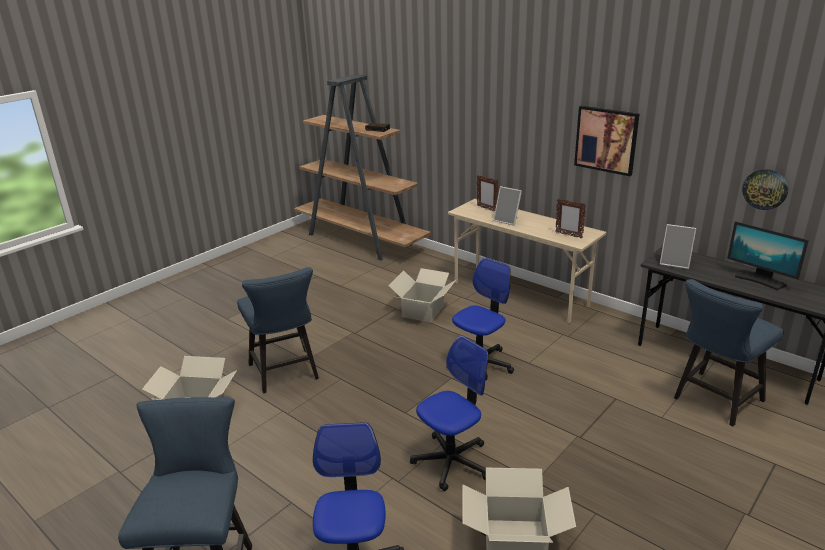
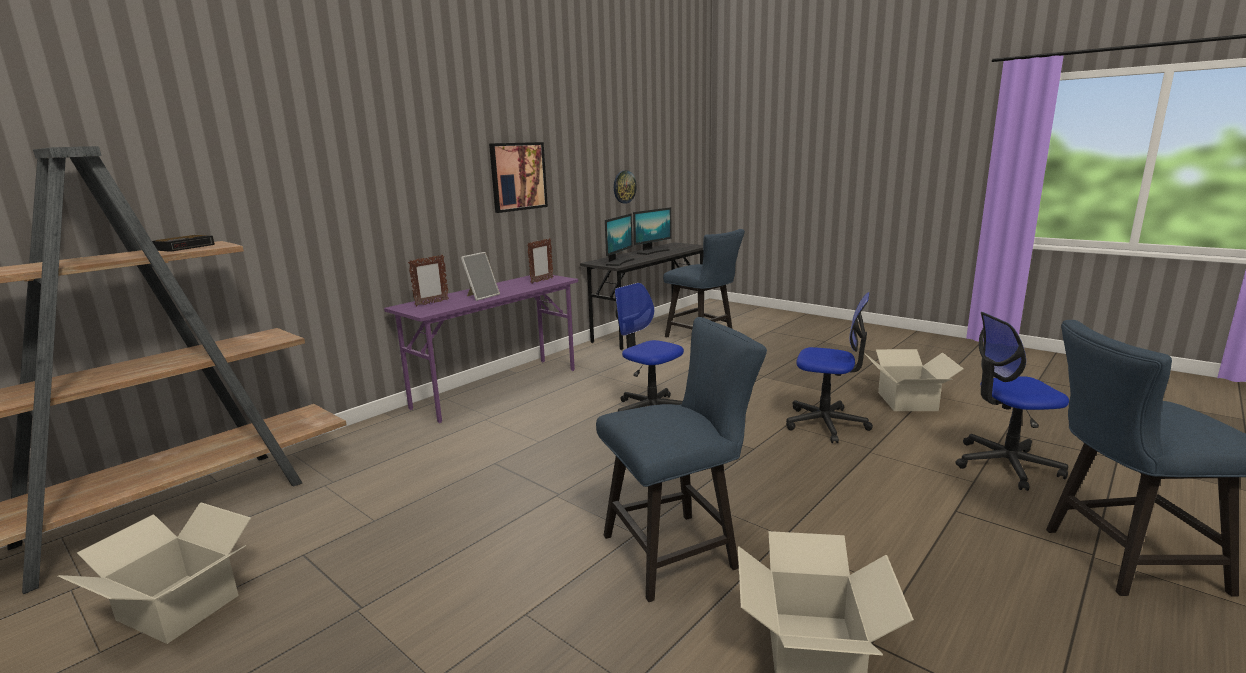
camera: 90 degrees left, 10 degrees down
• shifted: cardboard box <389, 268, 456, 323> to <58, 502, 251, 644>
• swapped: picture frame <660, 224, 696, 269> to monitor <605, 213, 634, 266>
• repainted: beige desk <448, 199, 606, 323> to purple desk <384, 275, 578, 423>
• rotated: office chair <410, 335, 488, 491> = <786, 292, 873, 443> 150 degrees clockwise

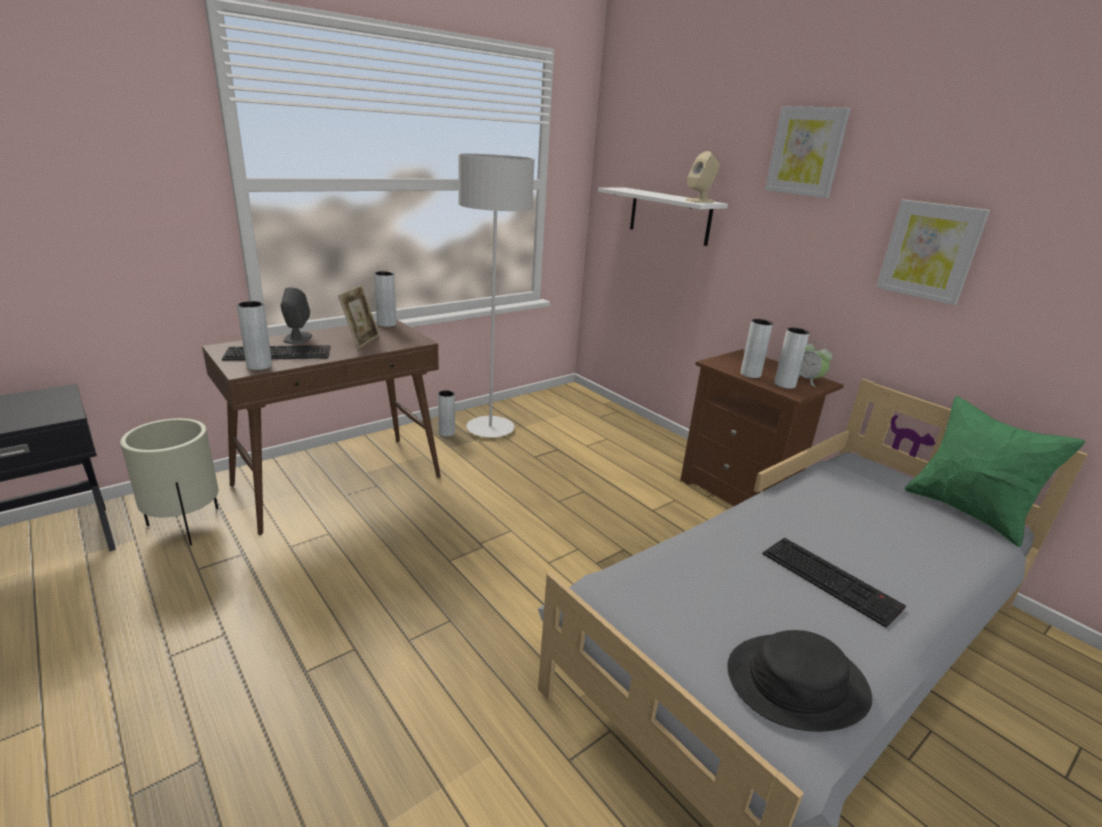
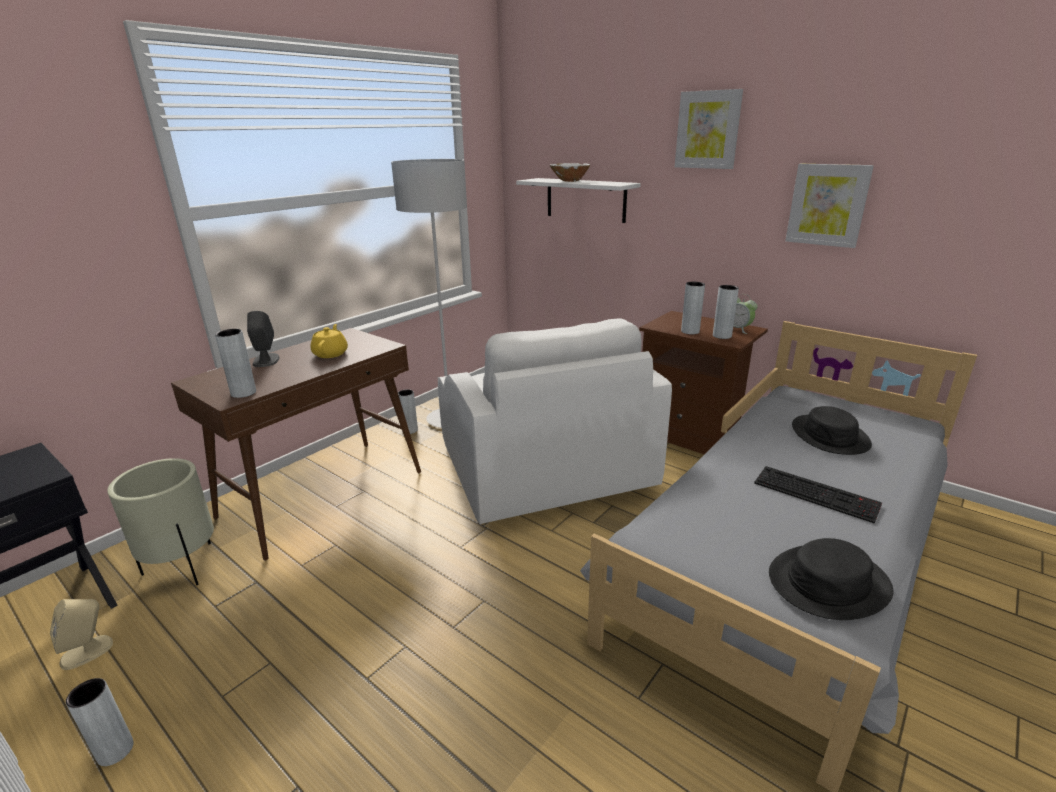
camera: 10 degrees left, 0 degrees up
• gone: keyboard <222, 345, 331, 361>
• gone: green pillow <905, 396, 1085, 547>
• new: white armchair <438, 318, 672, 524>
• new: white bowl <550, 163, 590, 182>
• new: black hat <792, 406, 872, 455>
• shifted: grey vase <374, 271, 396, 327> to <66, 678, 134, 766>
• shifted: beige speaker <685, 151, 720, 203> to <50, 599, 113, 670>
• swapped: picture frame <338, 285, 379, 349> to yellow teapot <310, 324, 348, 358>

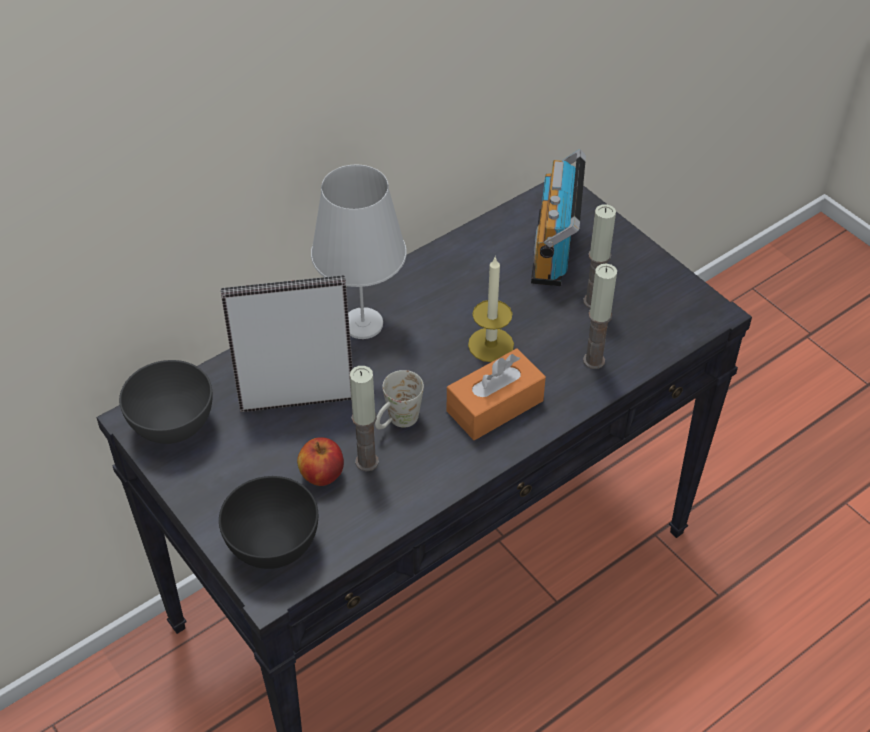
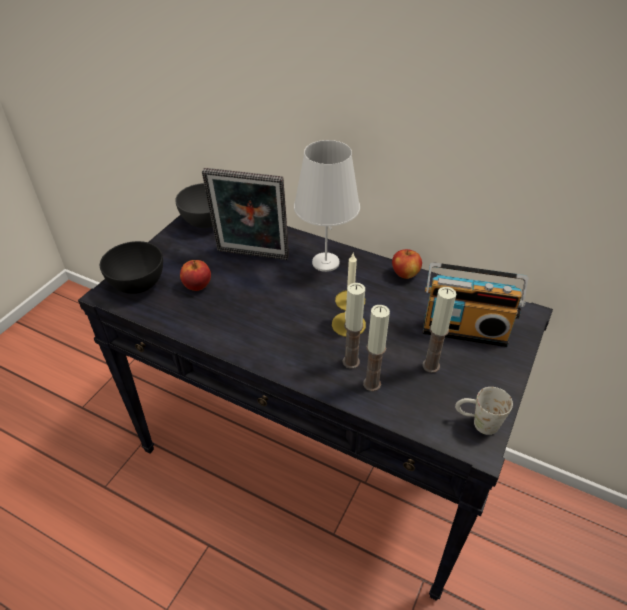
camera: 65 degrees right, 5 degrees down
• gone: orange tissue box <447, 348, 546, 440>
• new: apple <392, 249, 422, 279>
• shifted: candle <350, 366, 379, 472> to <343, 283, 365, 369>
• shifted: white mug <375, 370, 424, 430> to <455, 387, 513, 435>
• rotated: picture frame <221, 275, 353, 412> = <202, 168, 289, 260> 135 degrees clockwise
• rotated: radio <531, 149, 586, 286> = <423, 262, 528, 347> 150 degrees counterclockwise

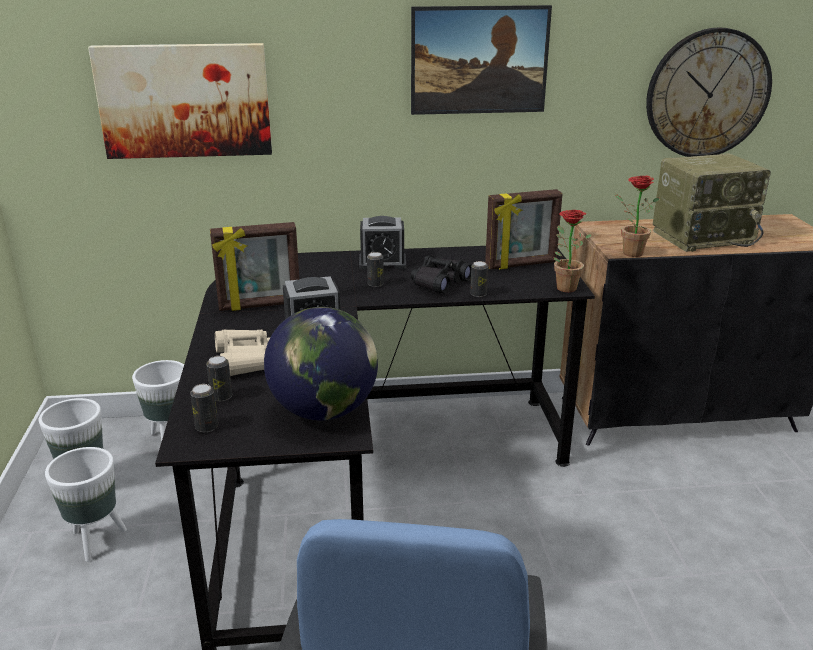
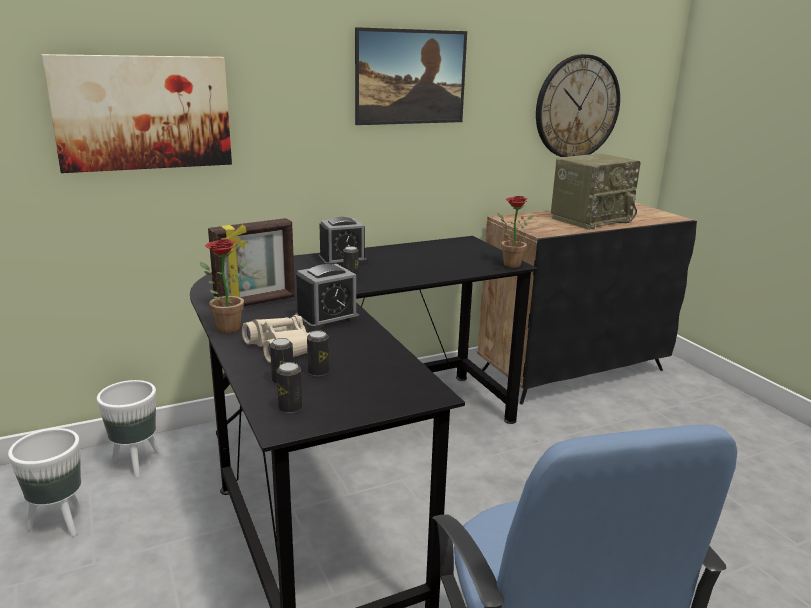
camera: 20 degrees left, 5 degrees down
• gone: white planter <45, 447, 127, 562>
• gone: globe <264, 307, 378, 420>
• gone: black binoculars <411, 255, 472, 294>
• gone: picture frame <485, 189, 563, 269>
• shifted: can <470, 261, 488, 297> to <307, 330, 329, 376>
• shifted: potted plant <615, 175, 660, 257> to <200, 239, 247, 334>

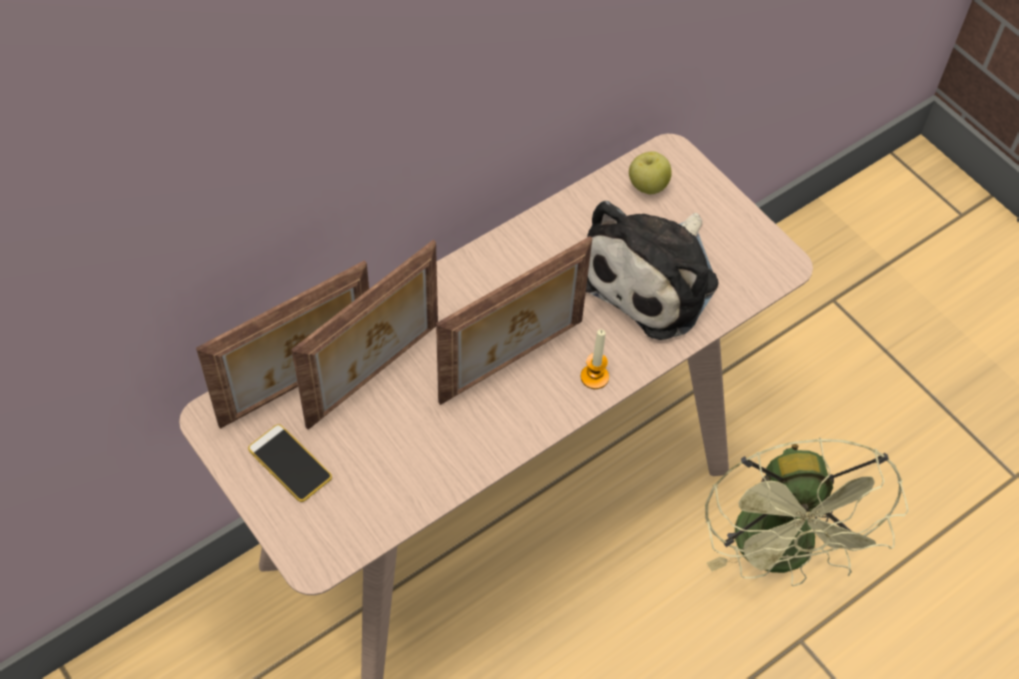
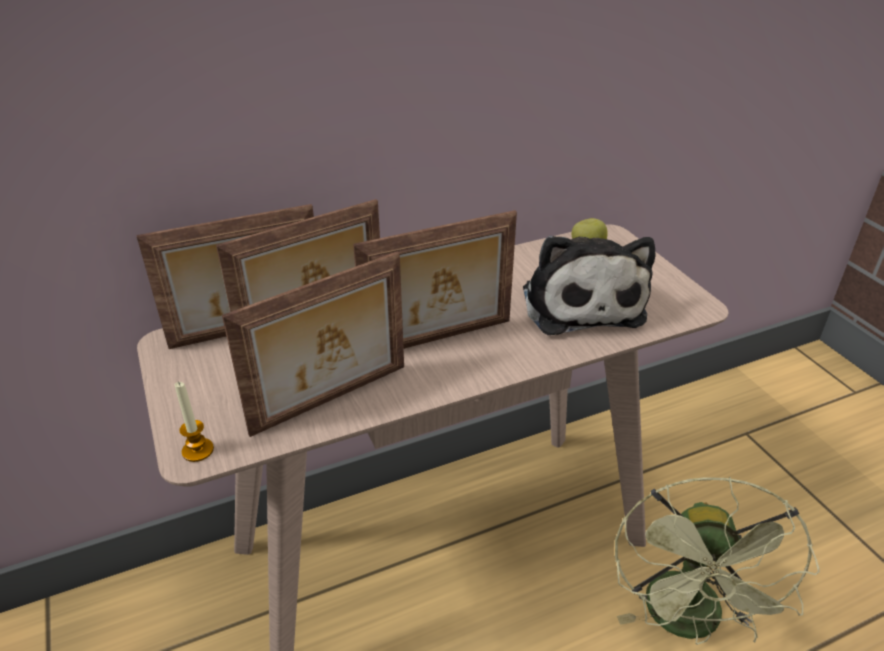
camera: 15 degrees right, 20 degrees down
• gone: phone <248, 424, 332, 502>
• new: picture frame <222, 251, 404, 437>
• shifted: candle <581, 329, 609, 389> to <174, 381, 214, 462>
• rotated: plush toy <586, 201, 719, 340> = <523, 236, 655, 335> 60 degrees counterclockwise

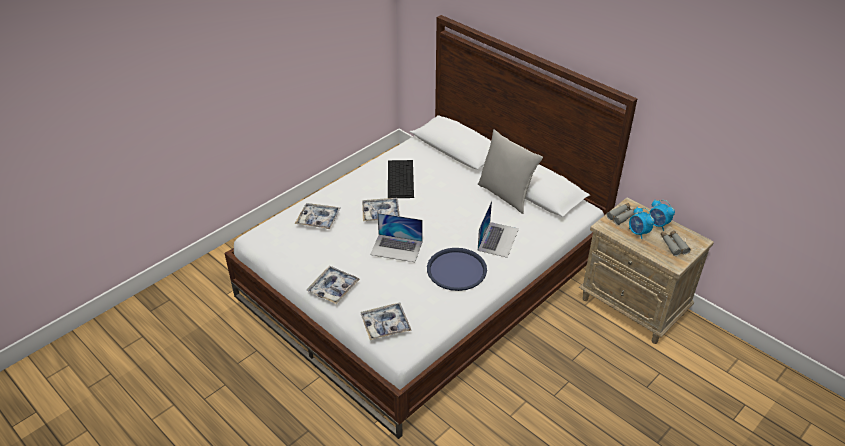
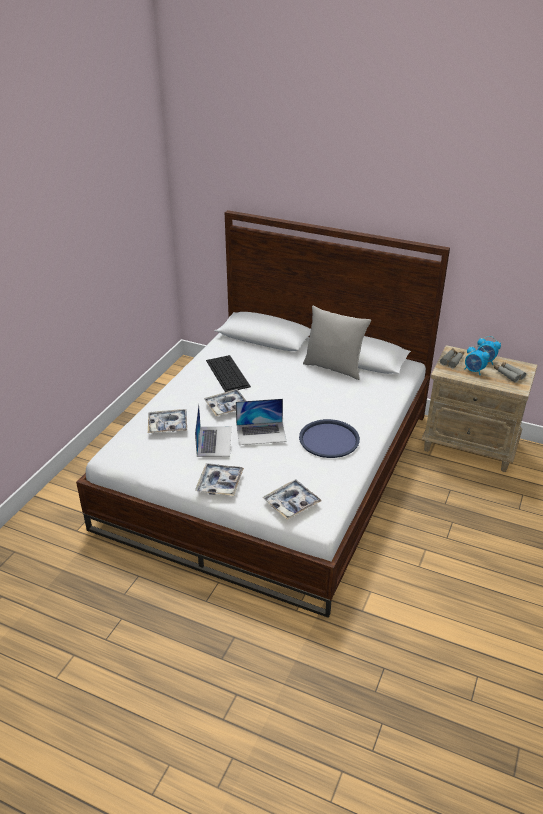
camera: 20 degrees left, 5 degrees down
• shifted: laptop <478, 201, 519, 258> to <195, 403, 232, 457>

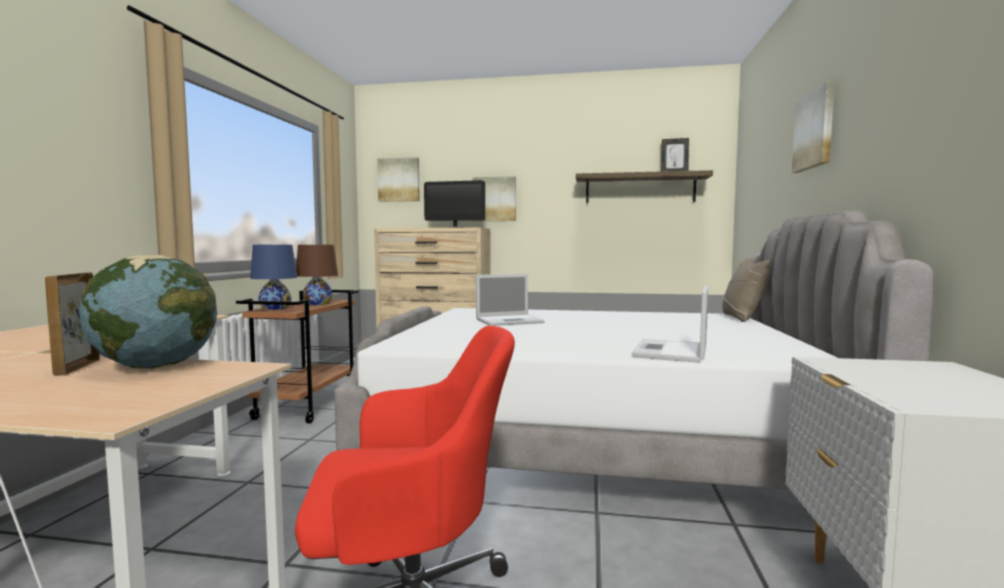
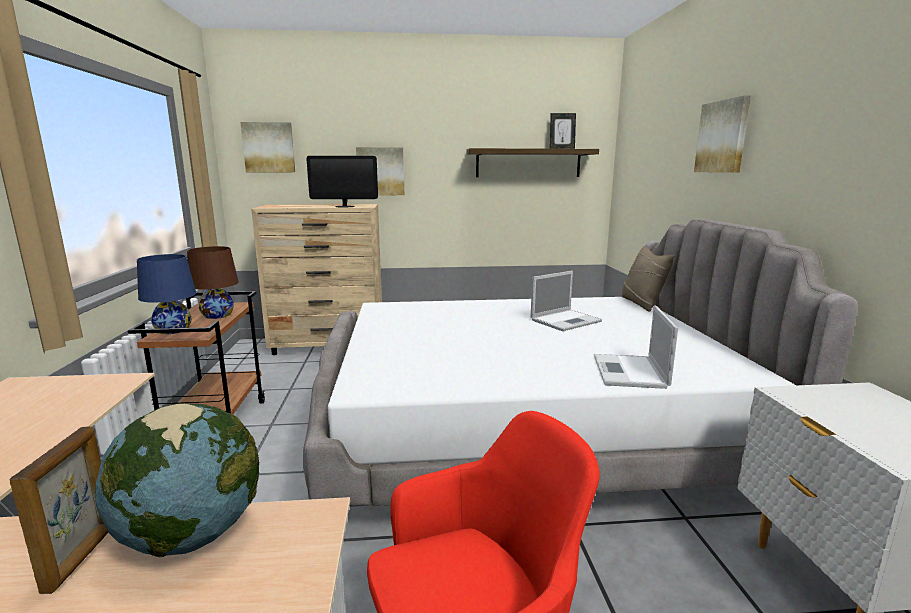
camera: 15 degrees left, 10 degrees up
• shifted: laptop <476, 274, 545, 326> to <531, 271, 602, 331>
• rotated: picture frame <45, 273, 100, 376> = <10, 426, 109, 594> 150 degrees counterclockwise

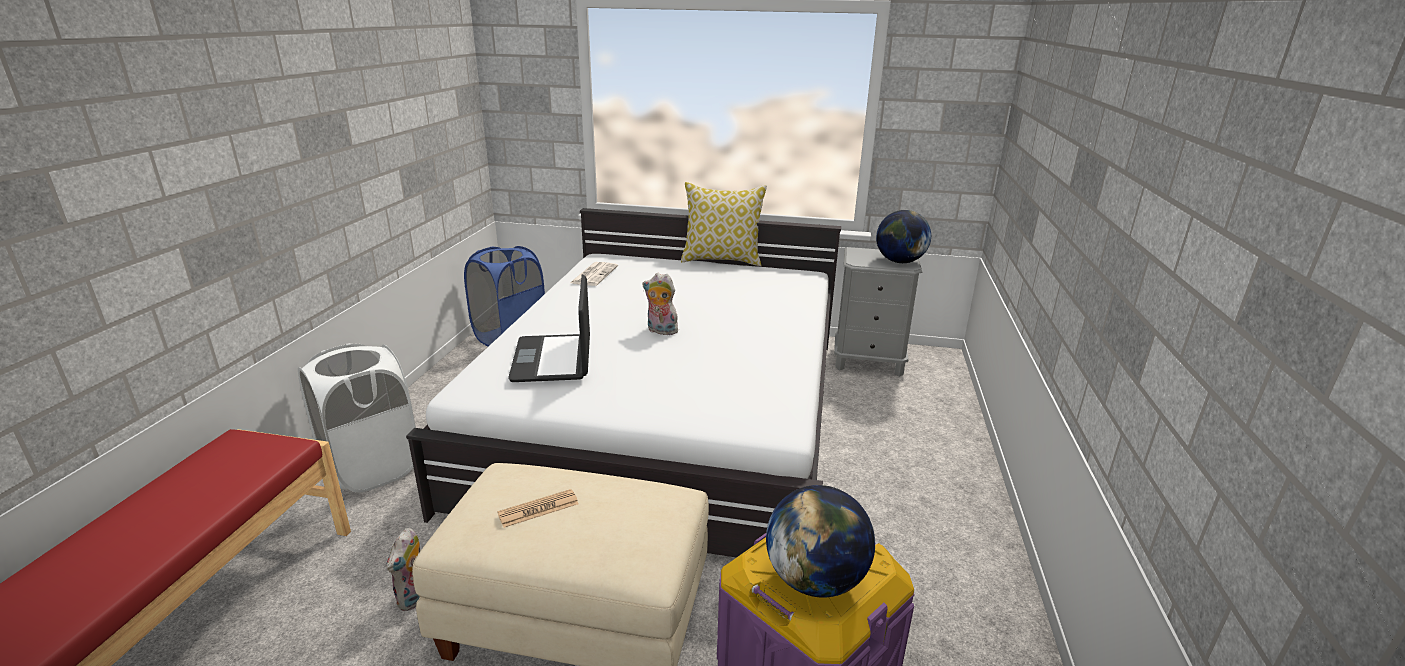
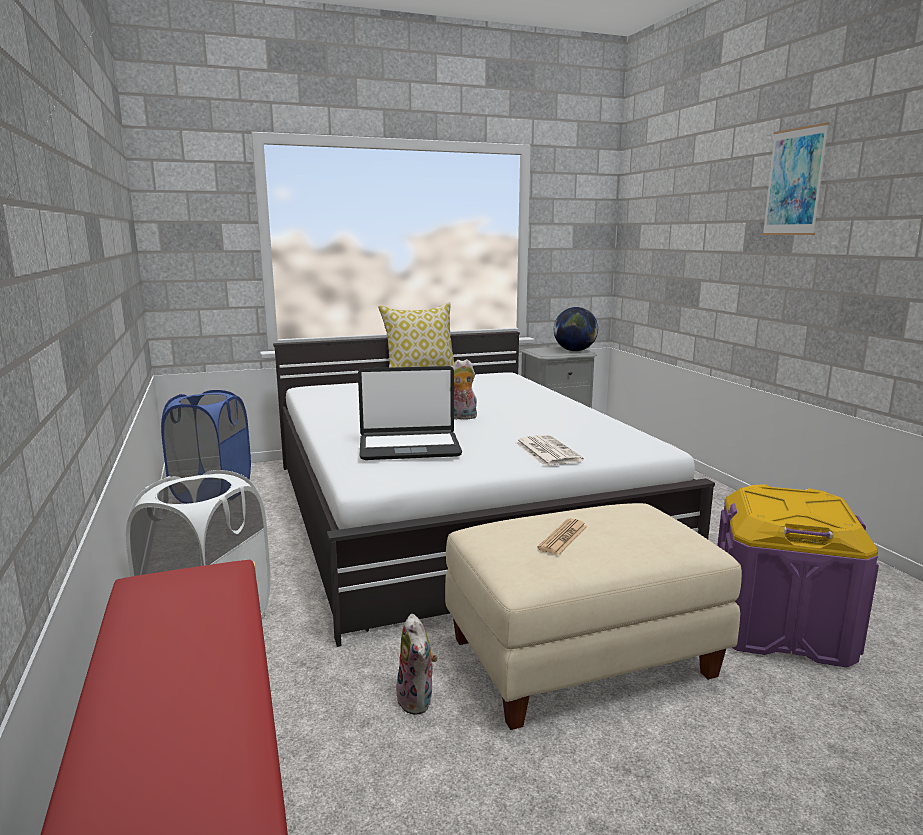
camera: 30 degrees left, 10 degrees down
• gone: globe <766, 485, 875, 598>
• new: picture <762, 122, 830, 235>
• shifted: newspaper <570, 262, 618, 286> to <515, 435, 584, 466>
• rotated: laptop <508, 275, 590, 382> = <358, 366, 462, 460> 60 degrees counterclockwise

